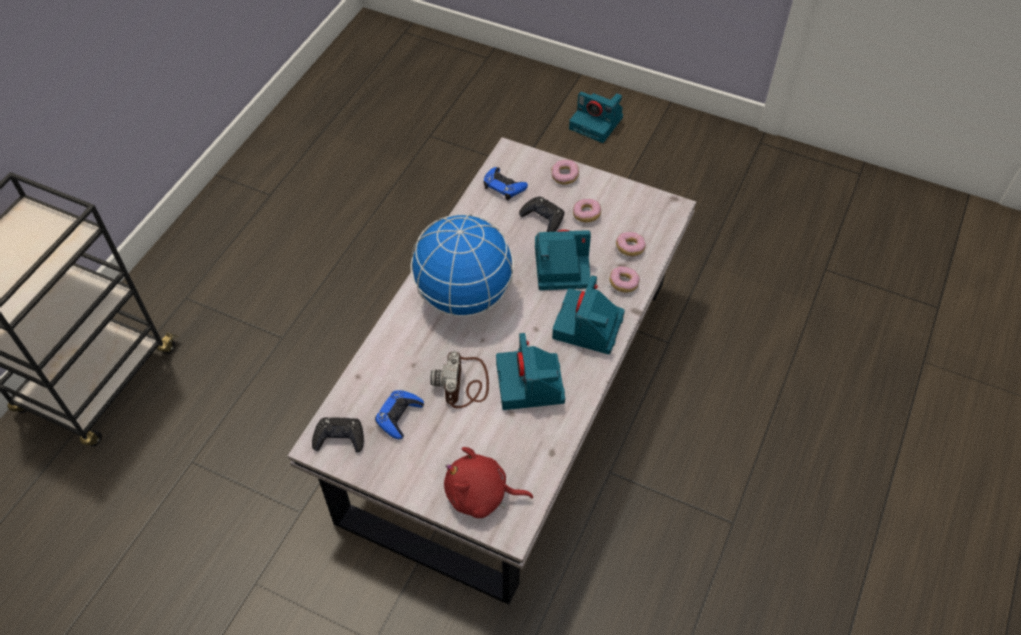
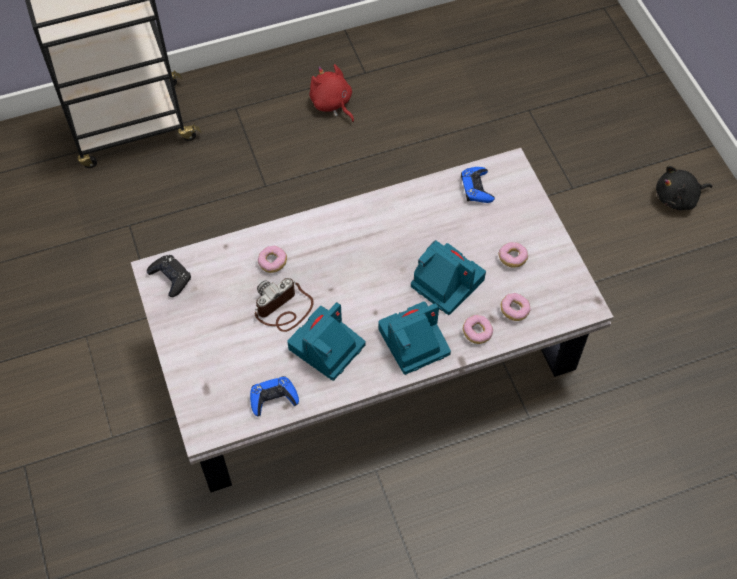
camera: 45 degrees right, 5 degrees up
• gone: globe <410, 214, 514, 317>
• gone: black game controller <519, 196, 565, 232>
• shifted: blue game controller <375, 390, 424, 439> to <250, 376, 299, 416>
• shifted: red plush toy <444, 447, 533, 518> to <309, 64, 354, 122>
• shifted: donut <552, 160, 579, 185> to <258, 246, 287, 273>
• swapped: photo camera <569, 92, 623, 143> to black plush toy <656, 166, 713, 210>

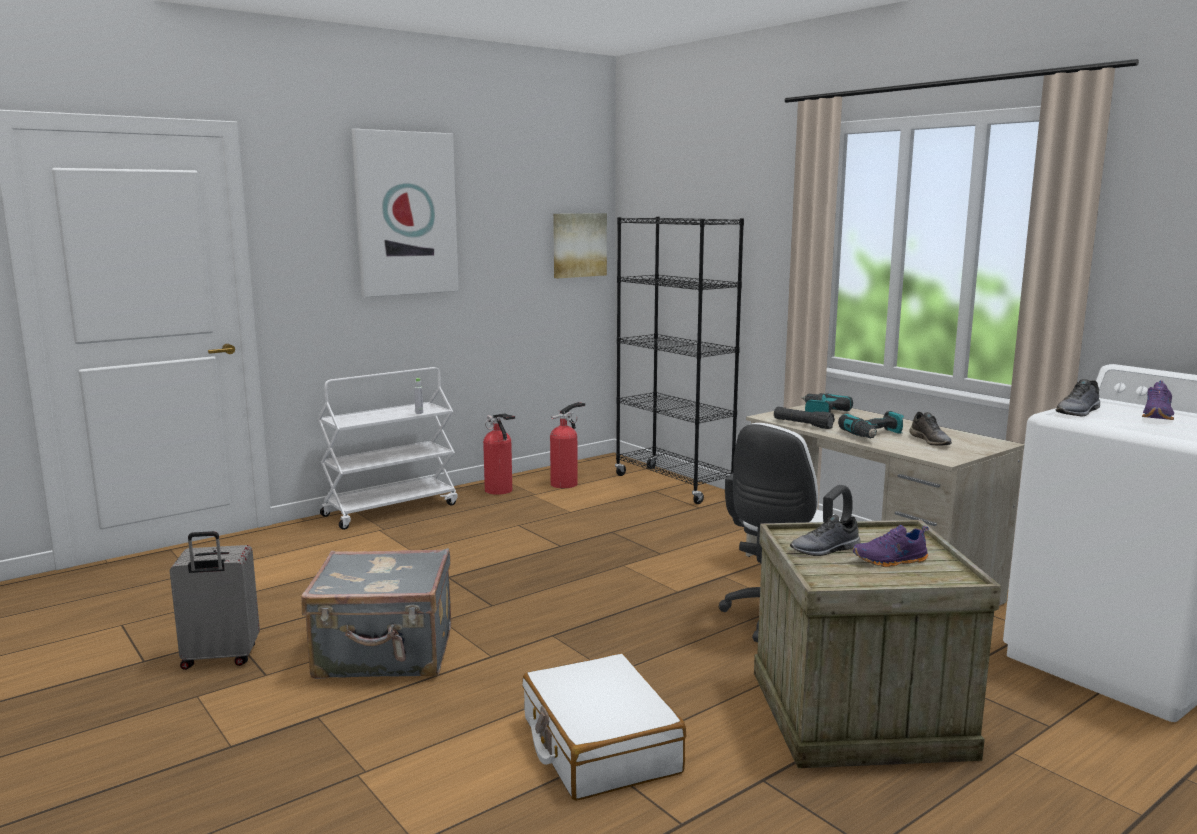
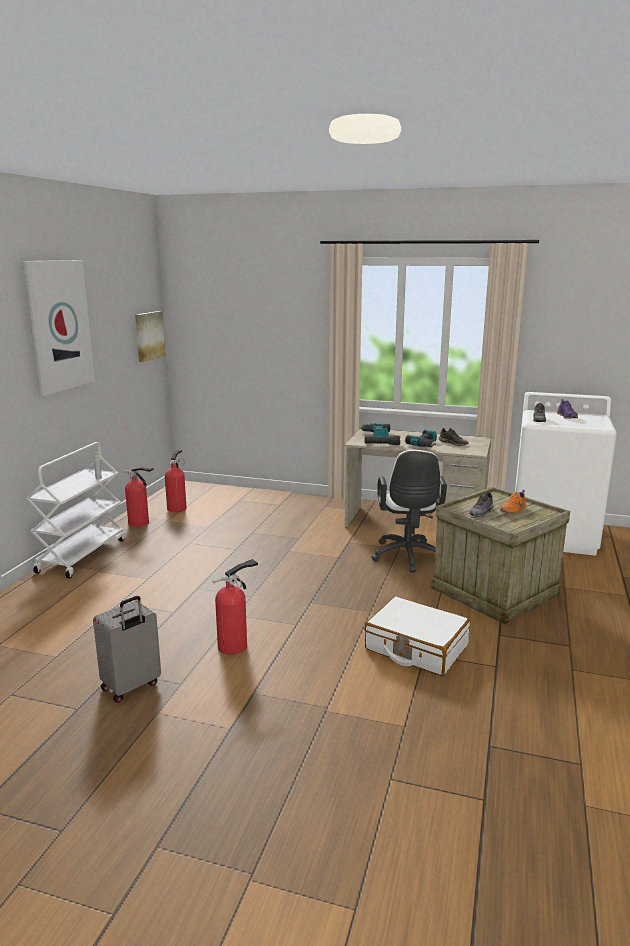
camera: 35 degrees left, 5 degrees up
• gone: black bookcase <615, 217, 744, 504>
• swapped: grey suitcase <301, 548, 451, 679> to fire extinguisher <212, 559, 258, 655>
• repainted: purple shoe <853, 525, 928, 567> to orange shoe <500, 490, 526, 515>

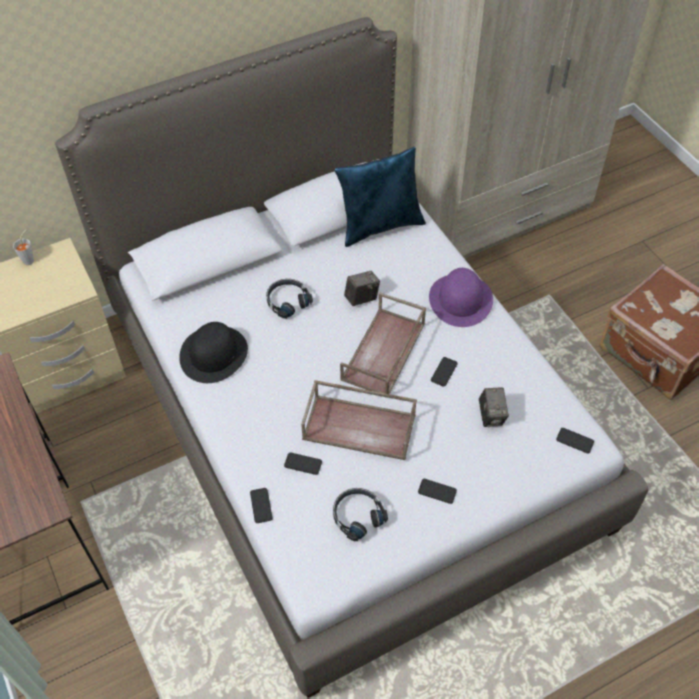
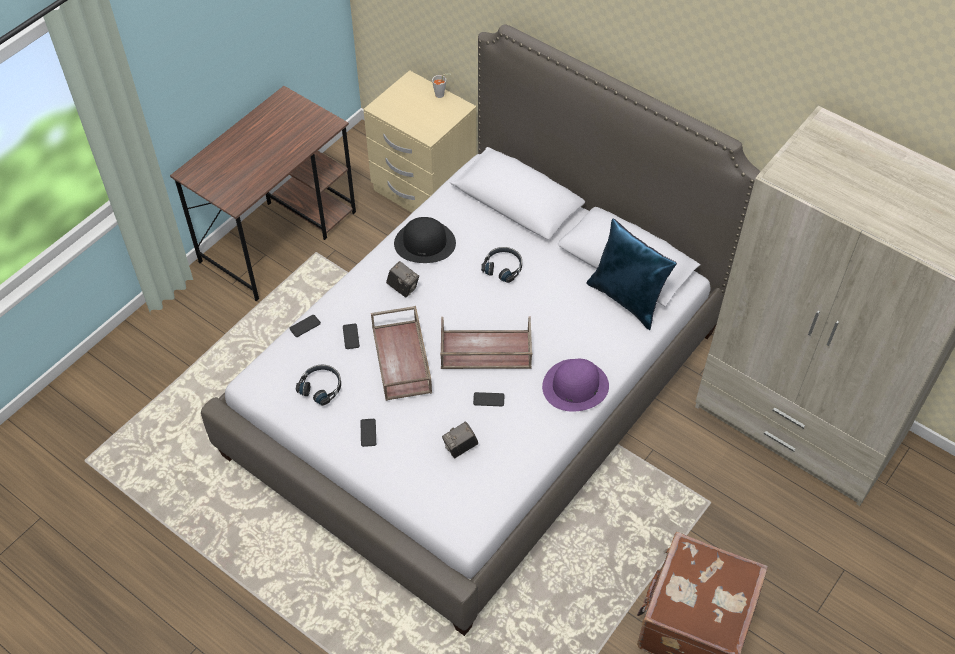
camera: 65 degrees right, 0 degrees up
• gone: phone <556, 428, 594, 454>
• shifted: photo camera <344, 271, 380, 306> to <386, 261, 419, 297>

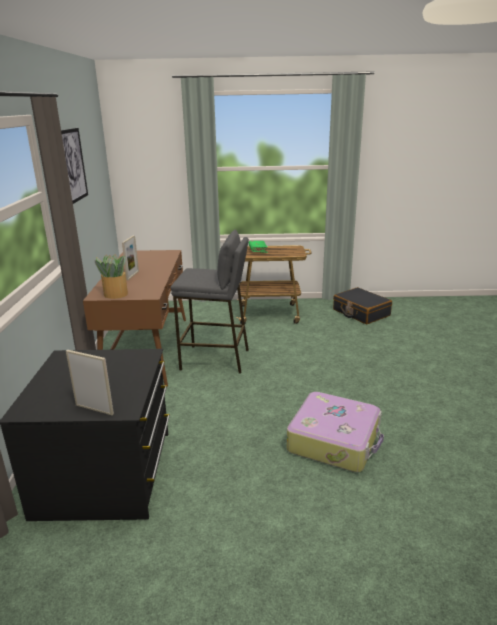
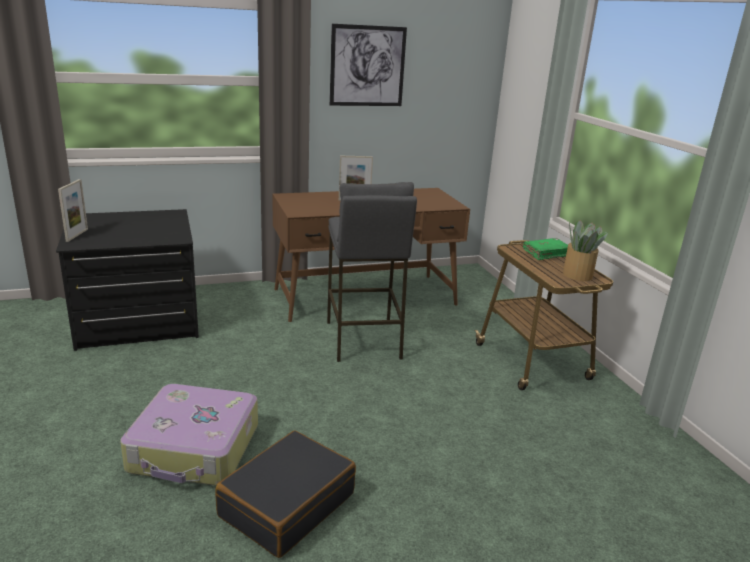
camera: 70 degrees right, 0 degrees up
• shifted: potted plant <95, 255, 128, 299> to <563, 220, 608, 281>
• shifted: black suitcase <333, 287, 392, 324> to <215, 430, 356, 558>

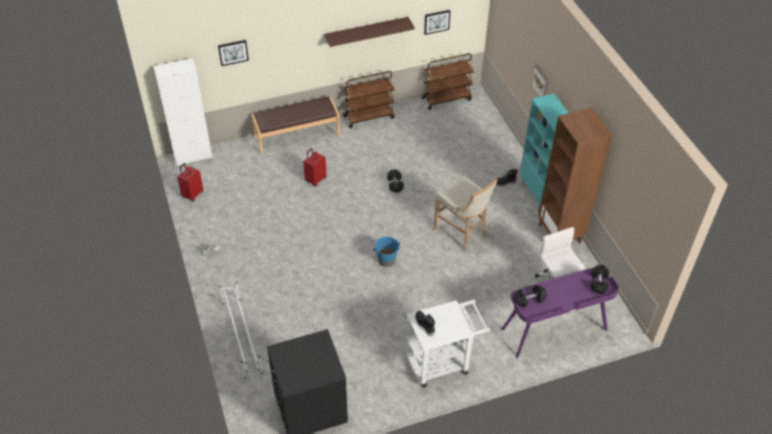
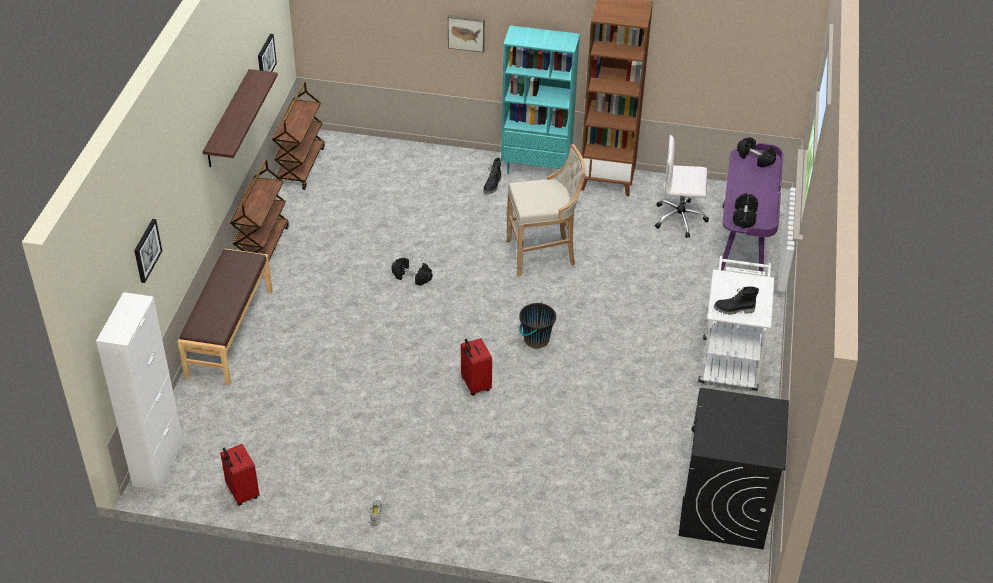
camera: 60 degrees left, 5 degrees down
• gone: white shoe rack <219, 282, 263, 379>
• shifted: red suitcase <303, 148, 326, 187> to <461, 338, 492, 395>
• repainted: blue bucket <373, 236, 400, 267> to black bucket <519, 302, 556, 348>

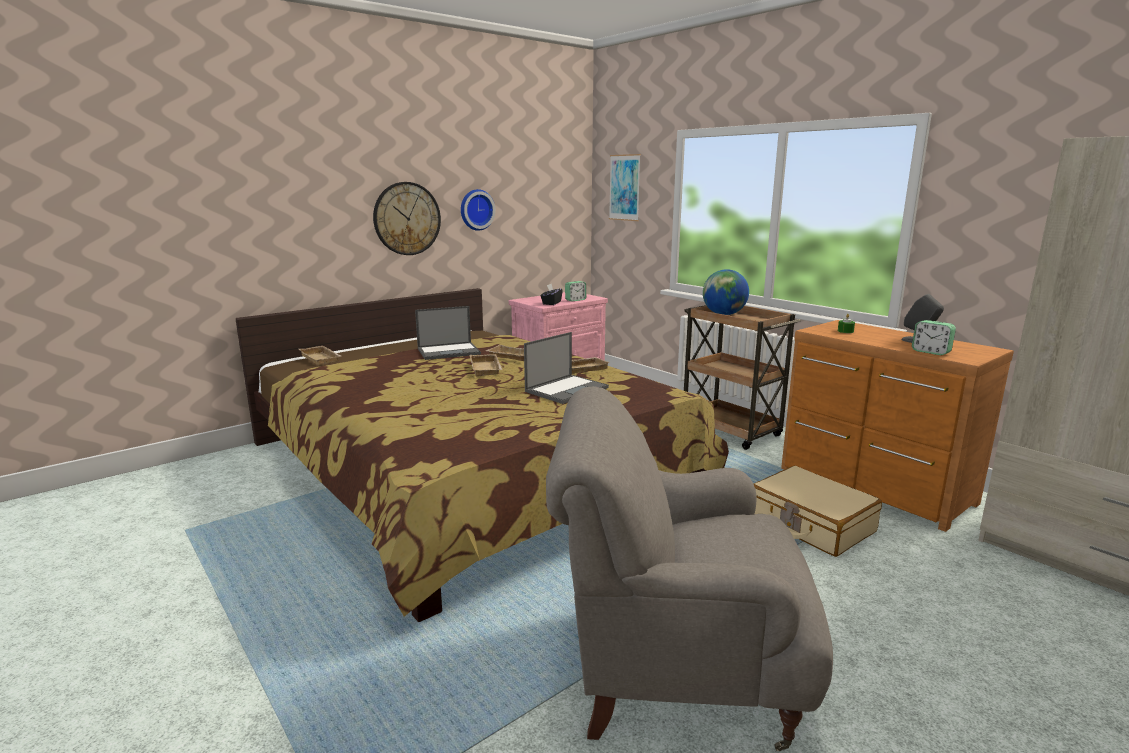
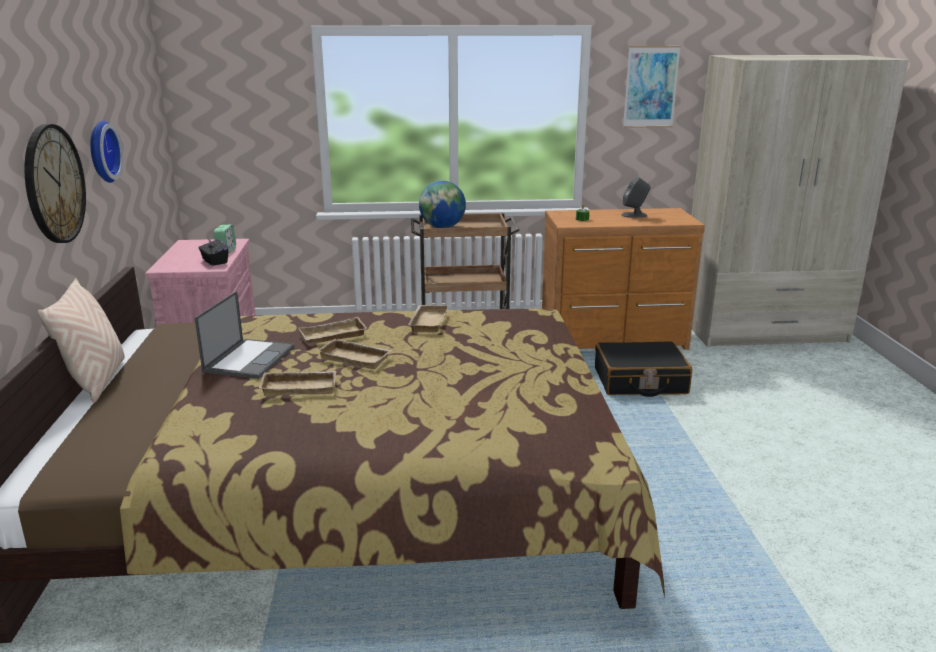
camera: 55 degrees left, 5 degrees up
• gone: laptop <524, 332, 609, 404>
• gone: grey armchair <546, 386, 833, 751>
• gone: alarm clock <912, 320, 956, 355>
• new: beige pillow <38, 278, 125, 403>
• shifted: beige tray <299, 346, 341, 365> to <259, 371, 336, 396>
• shifted: picture <609, 154, 641, 221> to <623, 46, 681, 128>
• repainted: beige suitcase <754, 466, 882, 557> to black suitcase <595, 342, 692, 397>

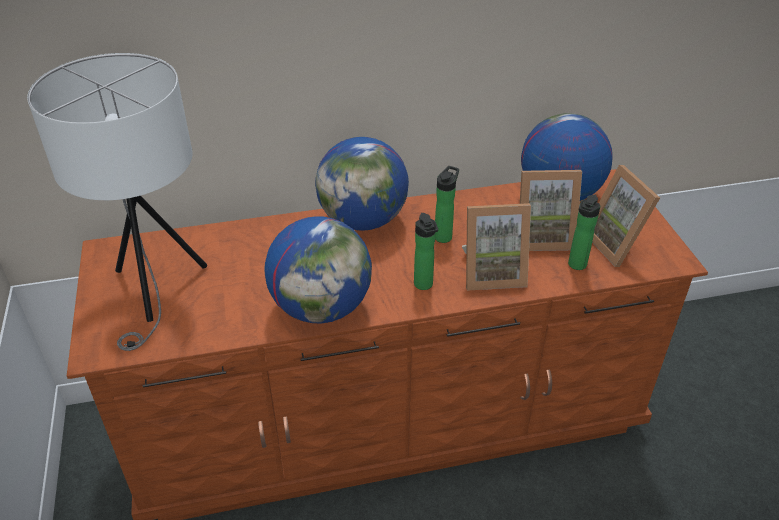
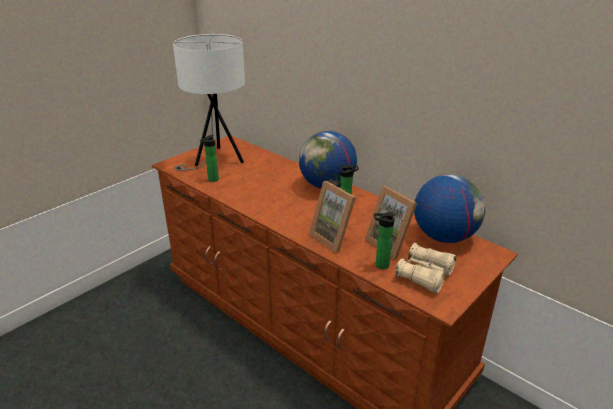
camera: 55 degrees right, 10 degrees down
• gone: globe <264, 216, 372, 323>
• shifted: bottle <414, 213, 438, 290> to <200, 135, 219, 182>
• swapped: picture frame <592, 165, 660, 267> to beige binoculars <395, 243, 456, 293>

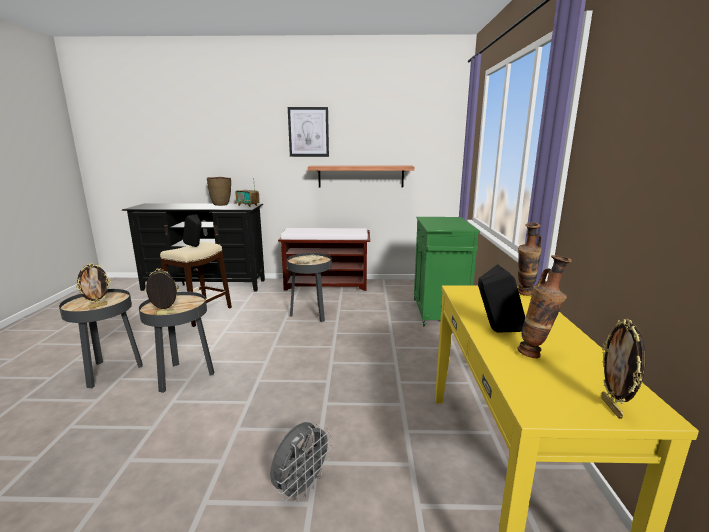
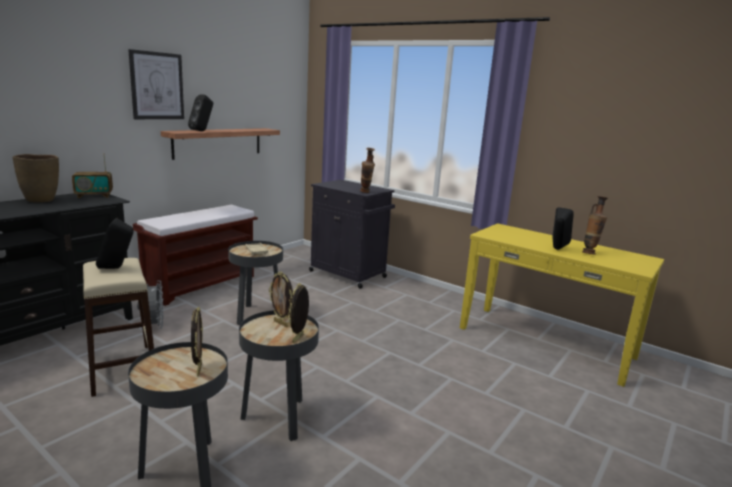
camera: 55 degrees left, 0 degrees up
• new: black speaker <188, 95, 213, 131>
• shifted: grey fan <270, 422, 333, 502> to <137, 280, 164, 329>
• shifted: vase <518, 223, 542, 296> to <360, 148, 375, 193>
• shifted: picture frame <601, 319, 646, 419> to <269, 271, 293, 327>
• repainted: green cabinet <414, 217, 480, 327> to black cabinet <309, 180, 395, 289>

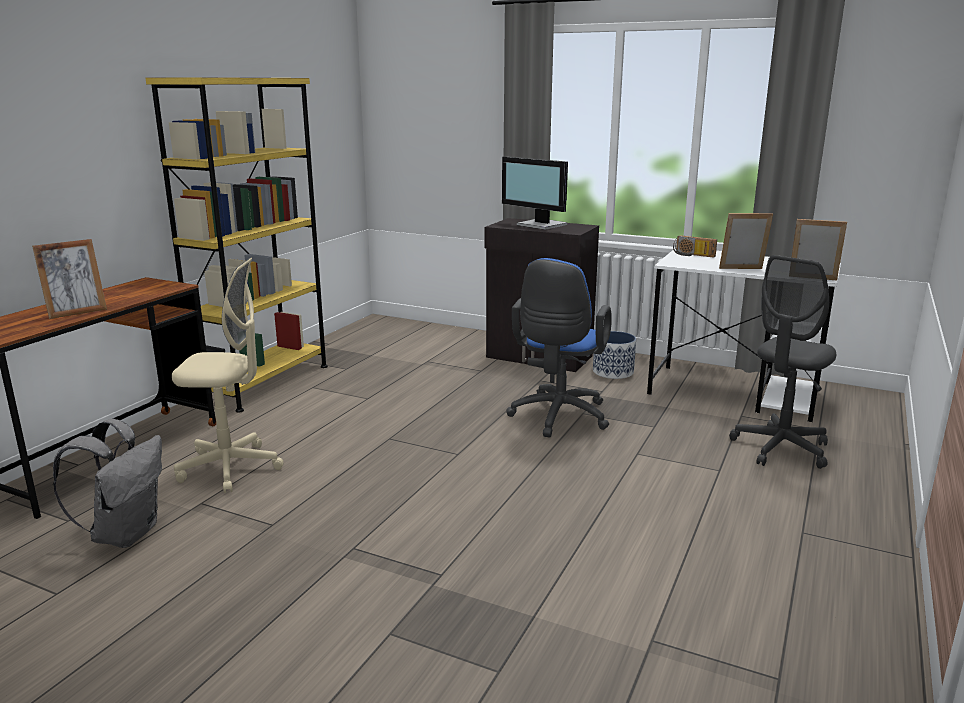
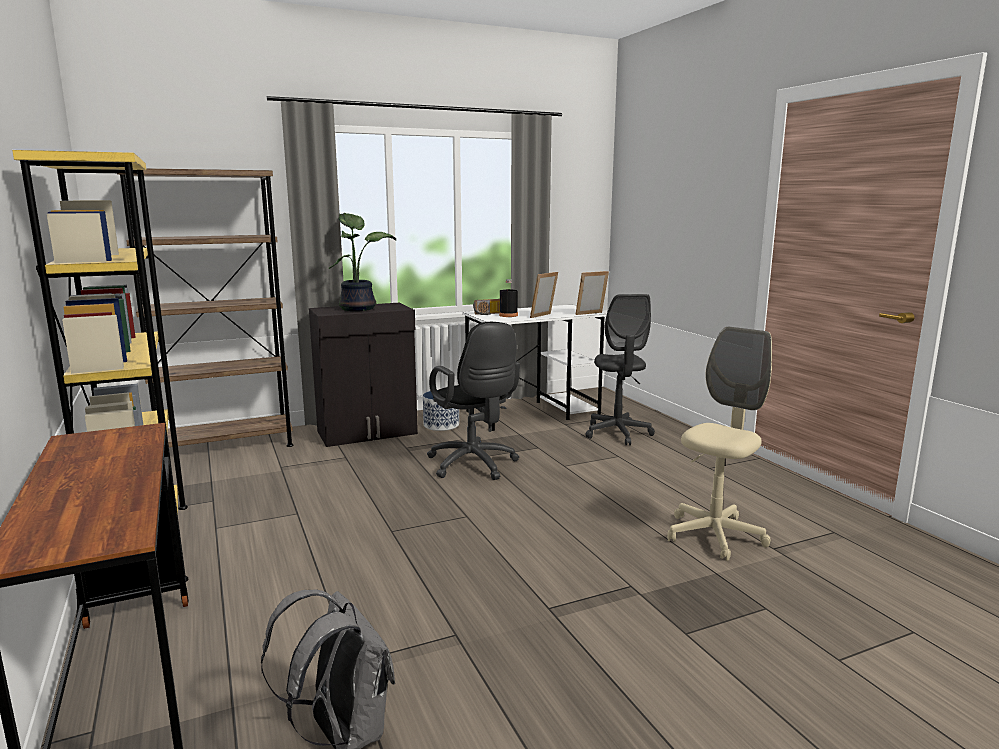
camera: 50 degrees left, 5 degrees down
• gone: picture frame <32, 239, 107, 319>
• new: brown bookcase <117, 168, 294, 447>
• new: black bottle <499, 279, 518, 317>
• shifted: beige office chair <172, 258, 284, 493> to <667, 326, 772, 561>
• swapped: monitor <502, 156, 568, 230> to potted plant <329, 213, 396, 311>
• repainted: blue office chair <506, 258, 612, 438> to black office chair <427, 322, 520, 480>

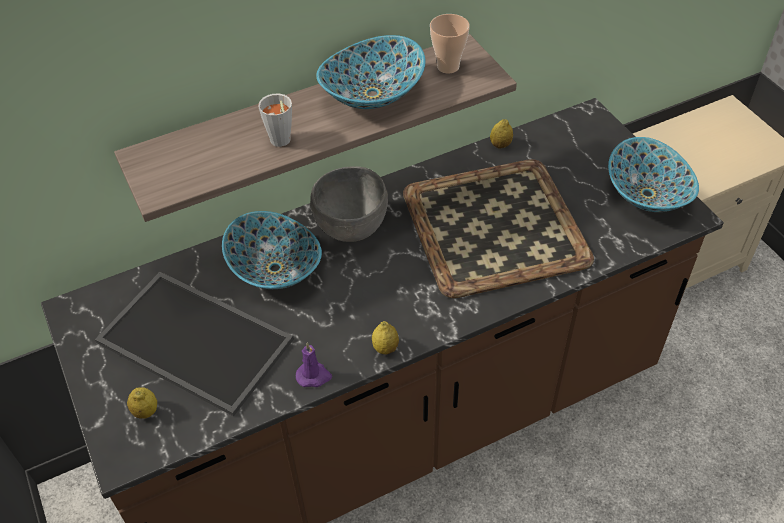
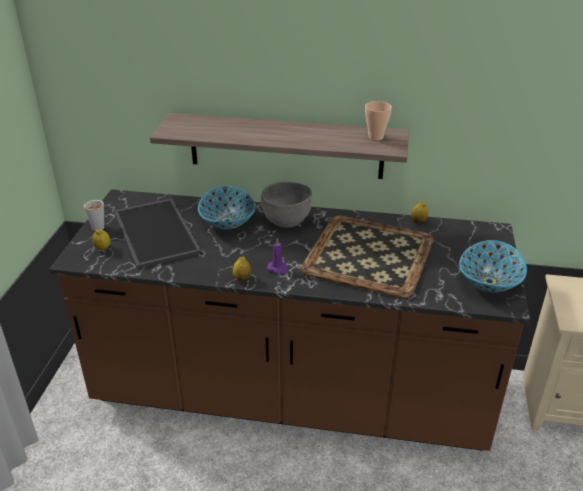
camera: 35 degrees right, 15 degrees down
• gone: bowl <316, 35, 425, 109>
• shifted: grey cup <258, 94, 292, 147> to <84, 200, 104, 231>
• shifted: purple candle <296, 342, 332, 387> to <267, 238, 288, 274>

